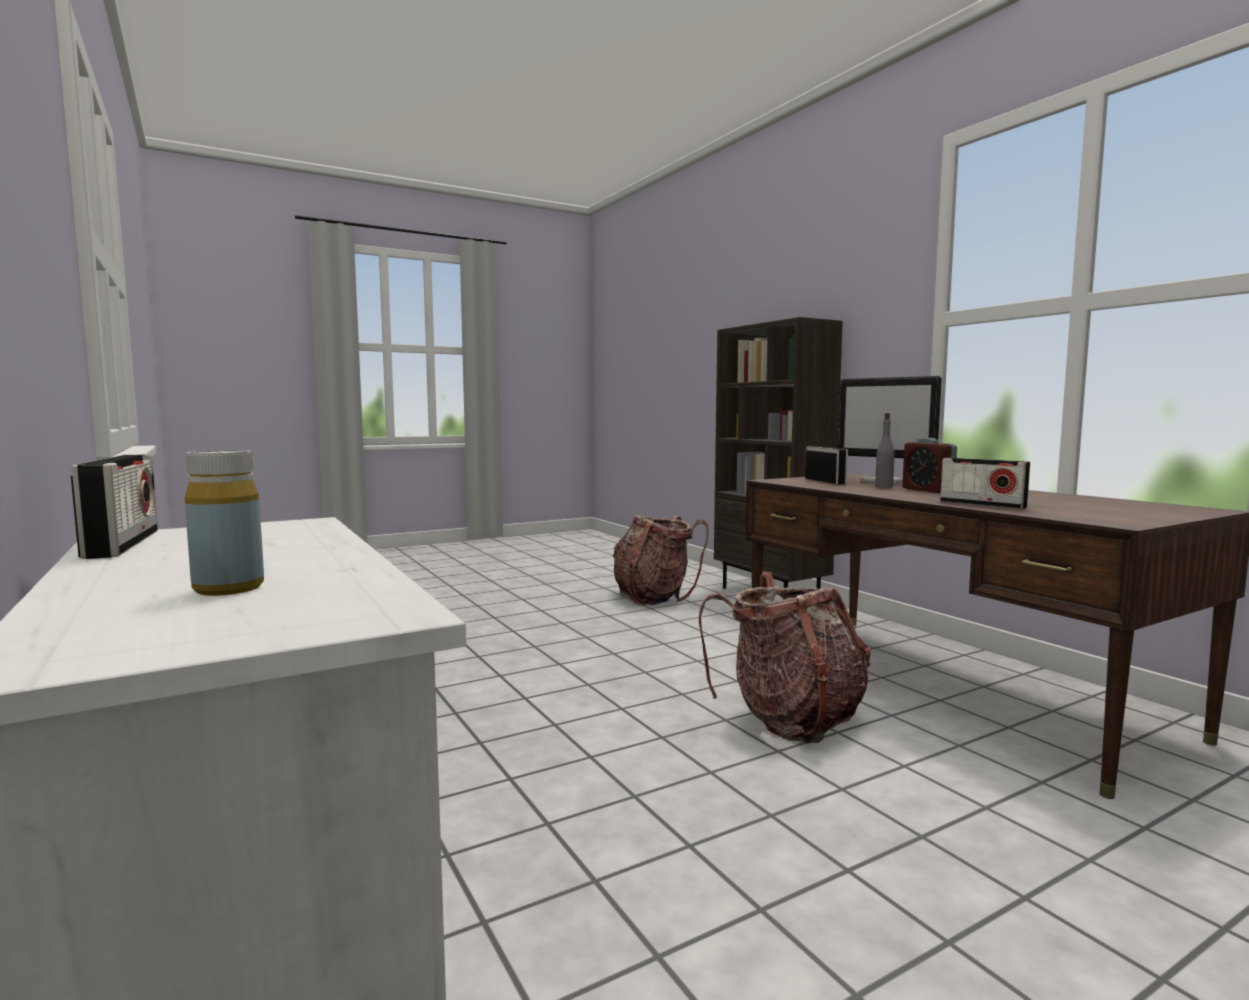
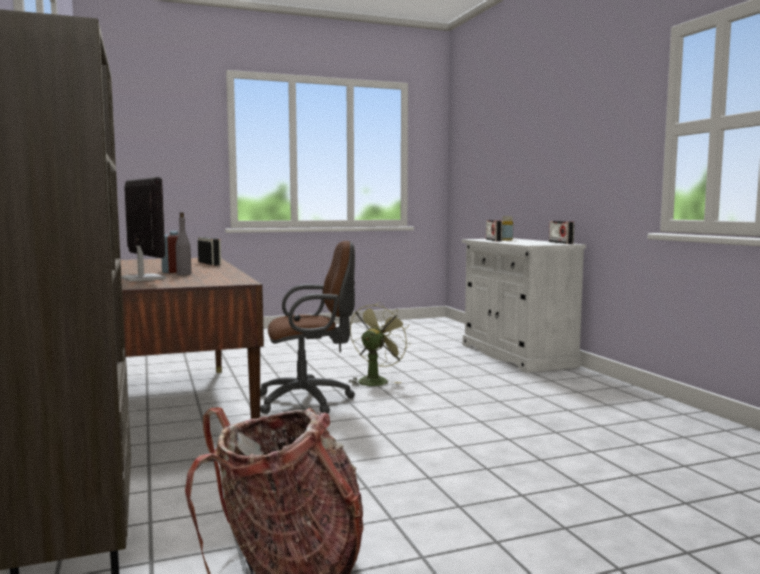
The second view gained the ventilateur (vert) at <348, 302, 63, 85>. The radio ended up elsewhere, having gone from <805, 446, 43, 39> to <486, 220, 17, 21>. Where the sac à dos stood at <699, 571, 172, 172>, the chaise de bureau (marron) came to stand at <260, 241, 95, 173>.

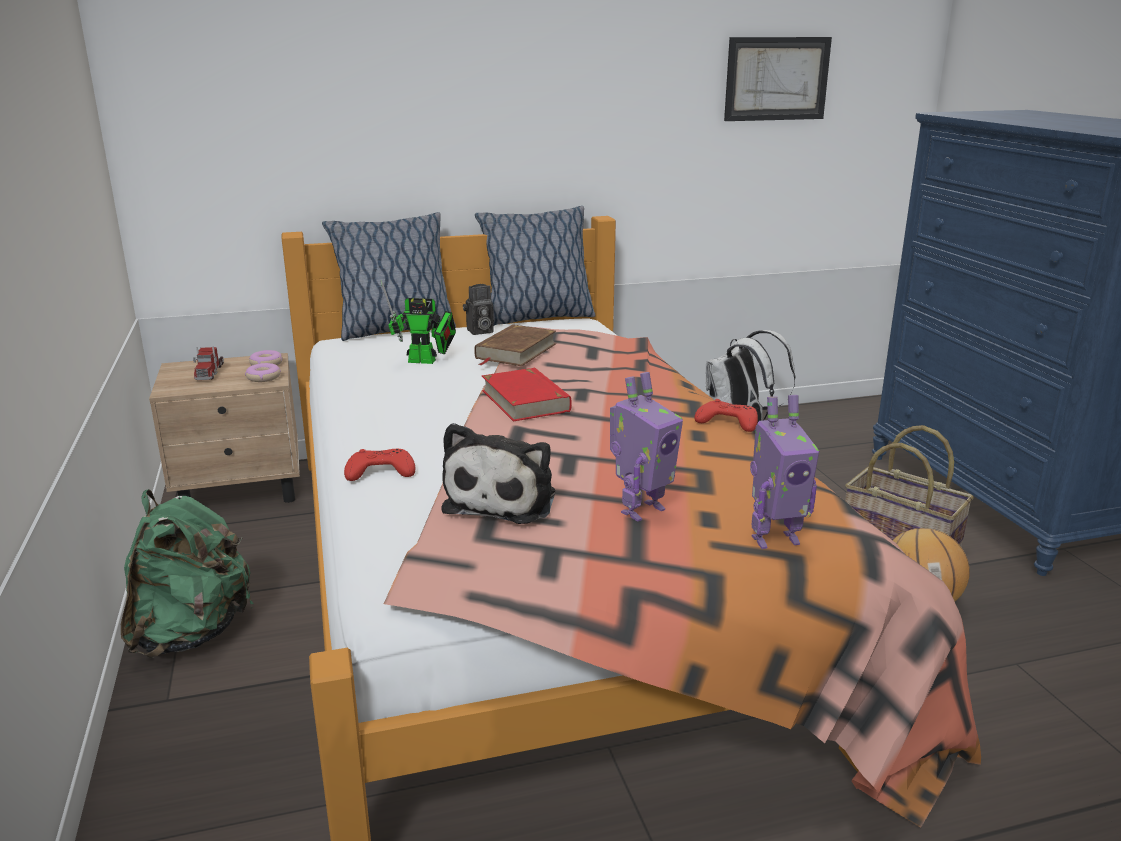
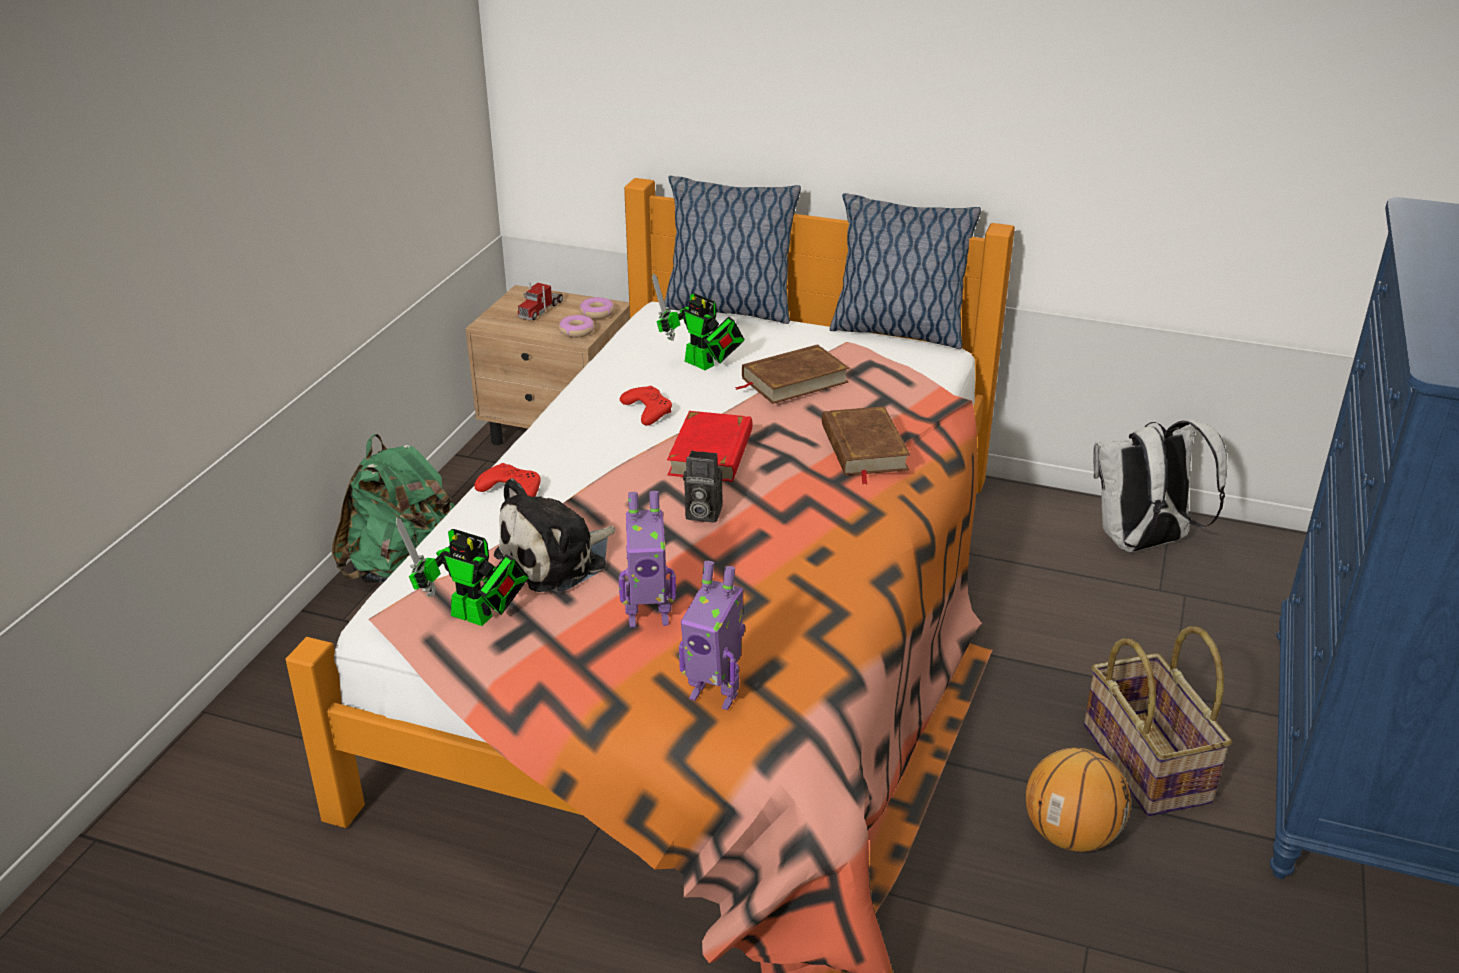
The second view lost the tableau at <724, 37, 108, 84>. The second view gained the robot jouet at <396, 517, 133, 109>. The second view gained the livre (marron) at <822, 406, 88, 78>. The appareil photo ended up elsewhere, having gone from <463, 284, 31, 51> to <683, 451, 40, 72>. The manette (rouge) ended up elsewhere, having gone from <694, 399, 64, 33> to <620, 386, 52, 40>.

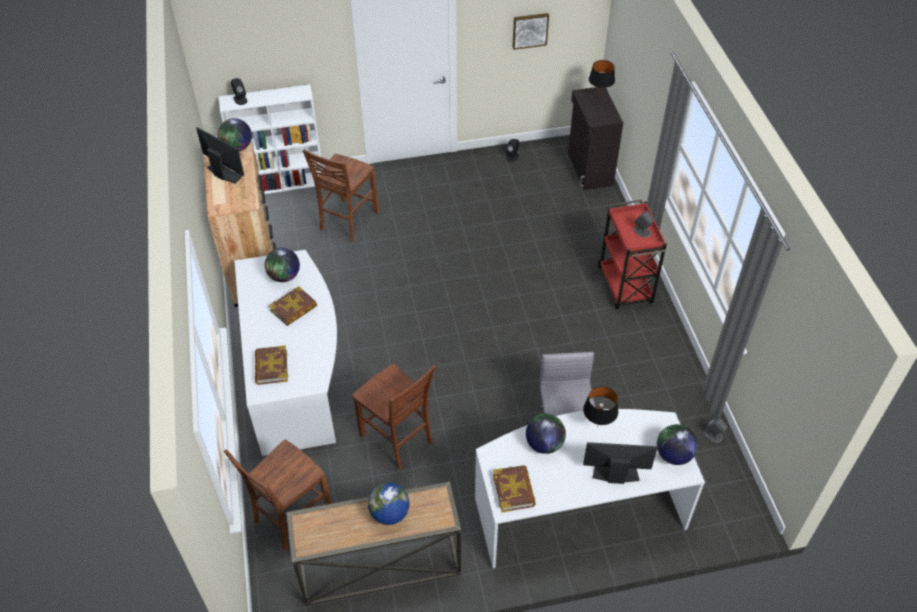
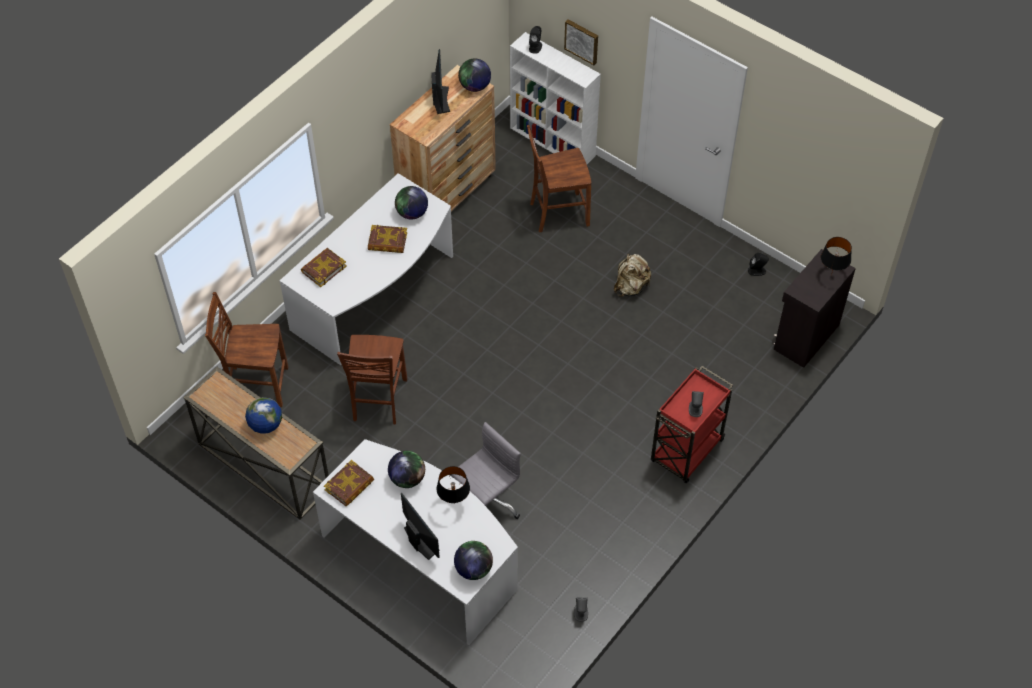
The second view gained the sac à dos (beige) at <614, 254, 37, 43>. The tableau ended up elsewhere, having gone from <512, 13, 37, 37> to <564, 19, 34, 46>.

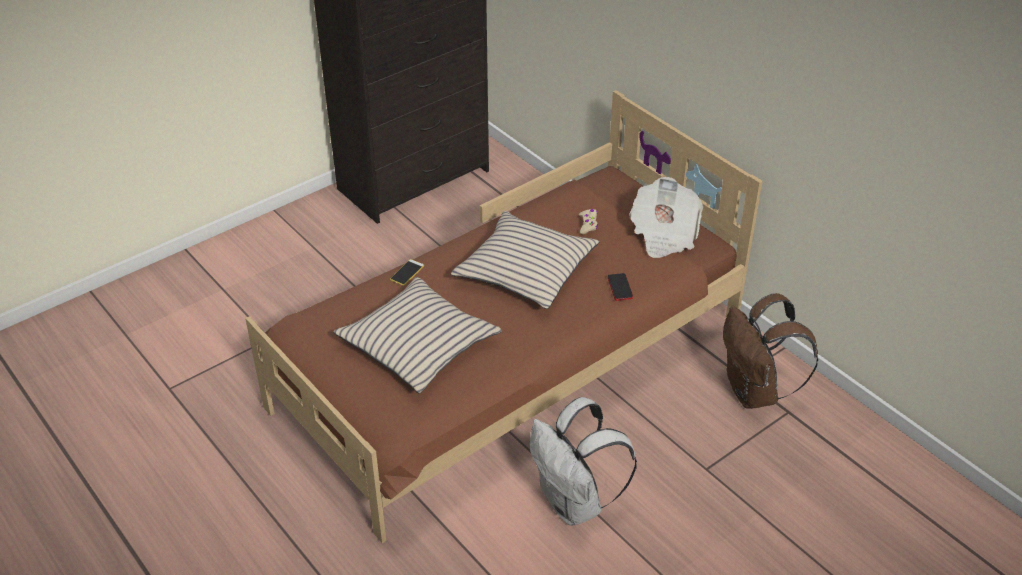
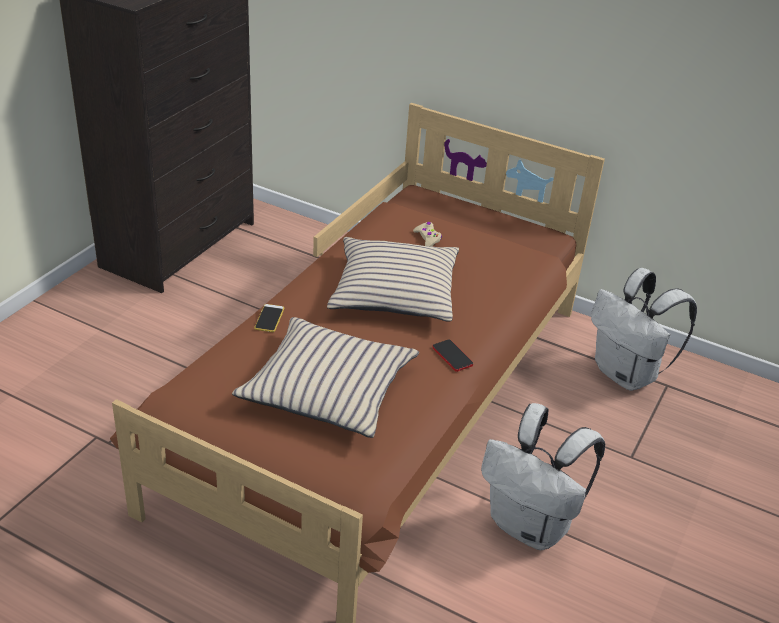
The second view lost the journal at <629, 177, 74, 81>. The téléphone ended up elsewhere, having gone from <608, 273, 25, 28> to <433, 339, 40, 33>. What was the sac à dos (marron) at <723, 293, 95, 116> turned into the sac à dos (blanc) at <591, 268, 106, 123>.

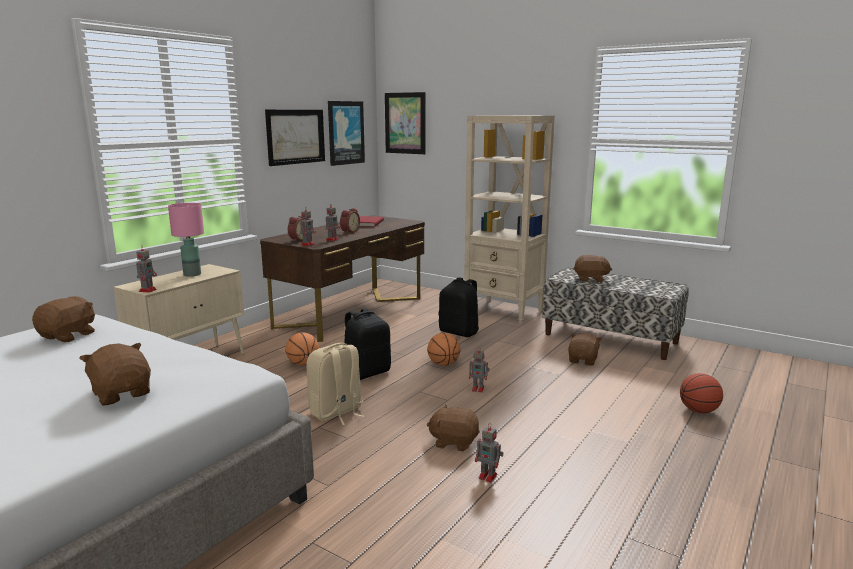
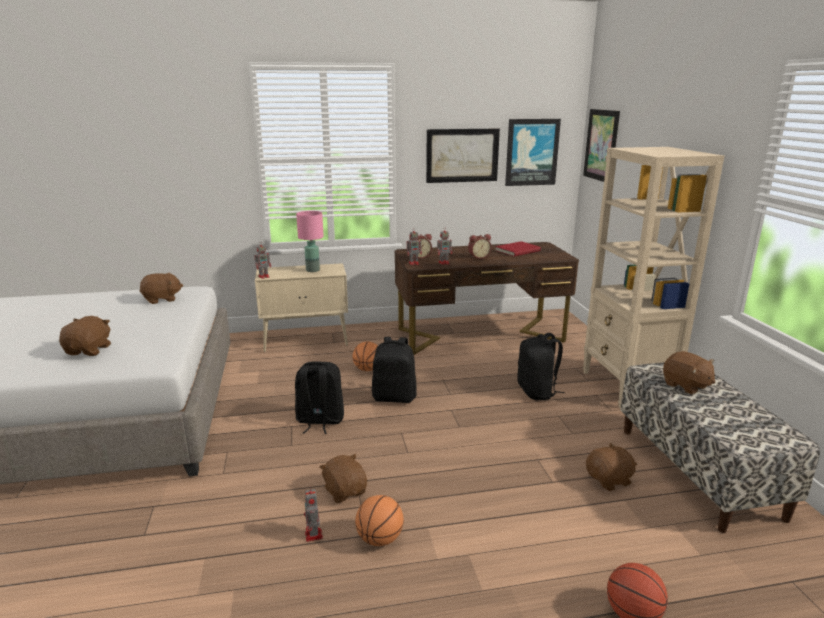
The second view lost the robot jouet at <469, 348, 21, 44>. The ballon de basket ended up elsewhere, having gone from <427, 333, 34, 33> to <355, 495, 49, 51>. What was the sac à dos (beige) at <307, 343, 58, 82> turned into the sac à dos (noir) at <295, 362, 49, 72>.

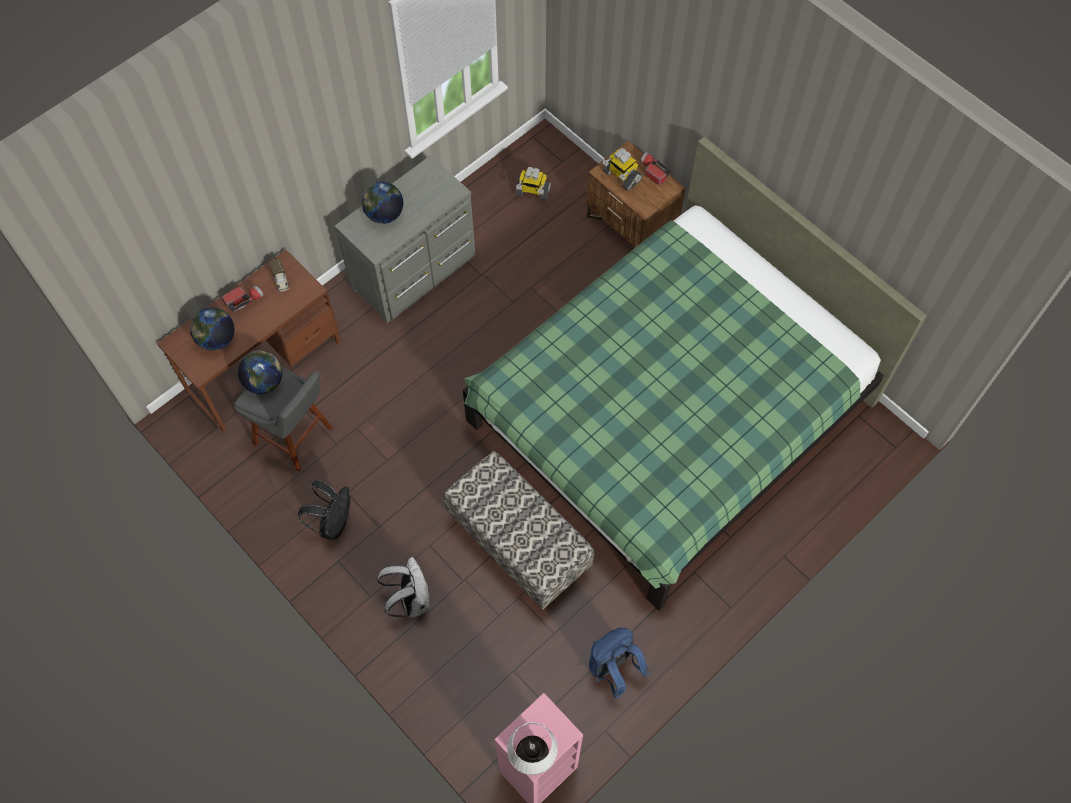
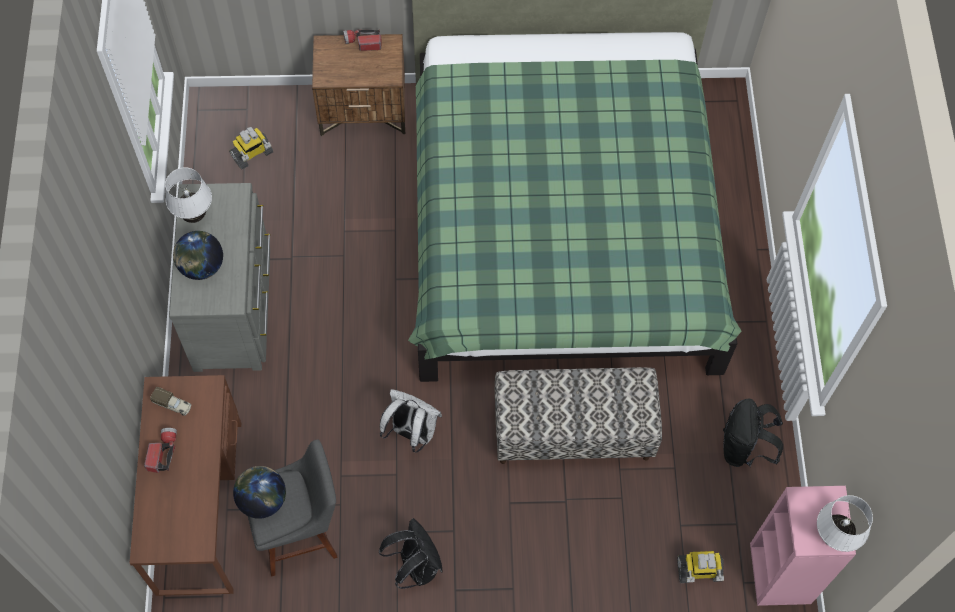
The second view lost the globe at <190, 308, 44, 43>. The second view gained the lampe de table (blanc) at <165, 168, 47, 55>. The sac à dos (blanc) ended up elsewhere, having gone from <377, 557, 52, 60> to <380, 389, 62, 64>. The robot jouet ended up elsewhere, having gone from <602, 148, 41, 43> to <677, 551, 47, 32>. What was the sac à dos (bleu) at <589, 627, 61, 72> turned into the sac à dos (noir) at <723, 398, 60, 69>.

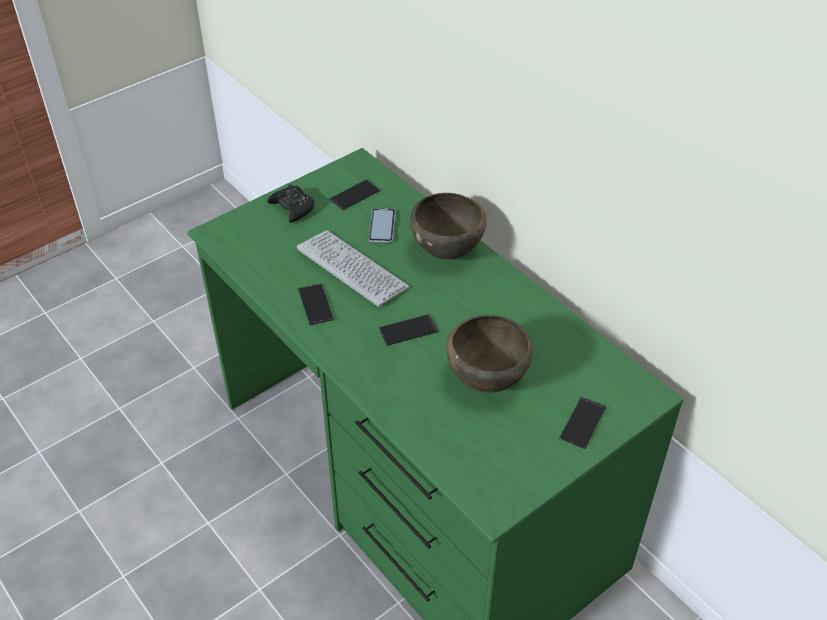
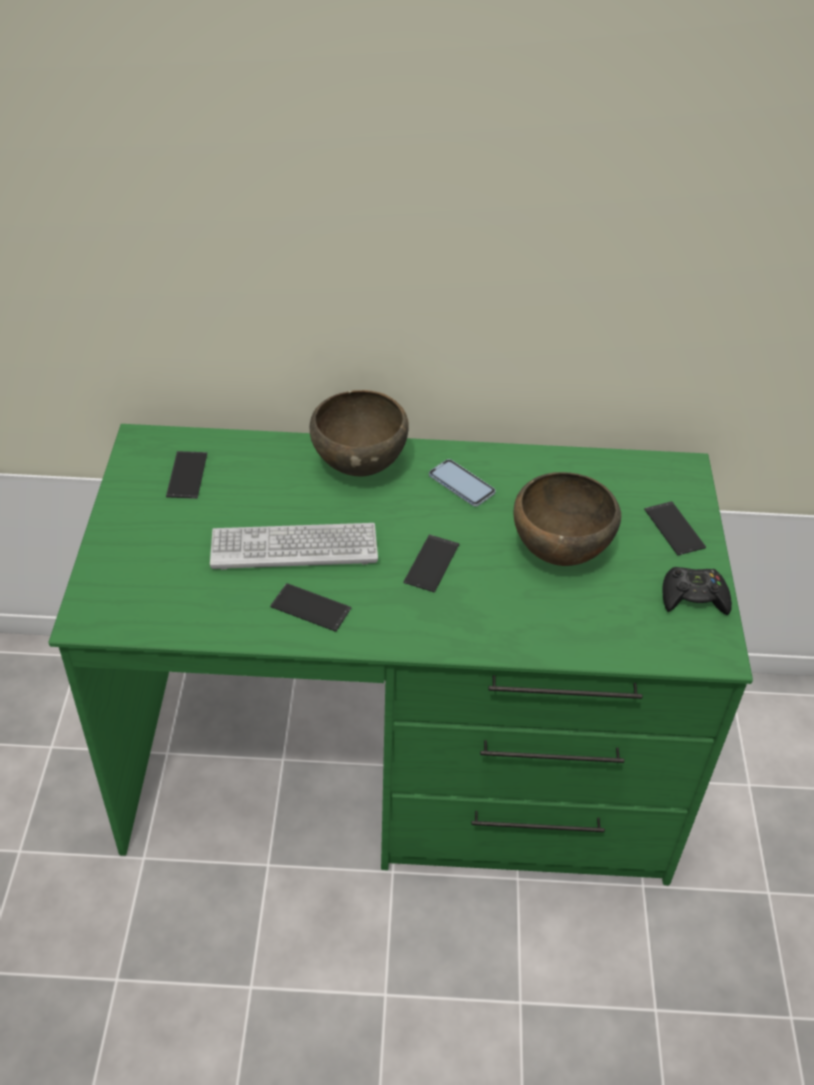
The manette (noir) ended up elsewhere, having gone from <267, 184, 47, 39> to <662, 567, 70, 48>. The téléphone ended up elsewhere, having gone from <369, 208, 27, 35> to <429, 459, 67, 48>.

